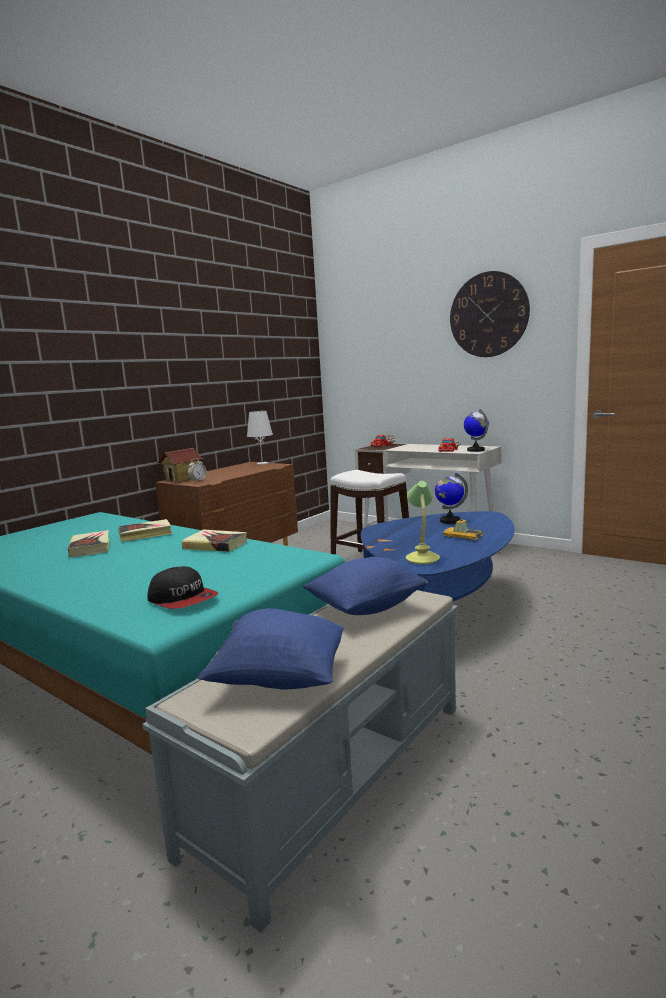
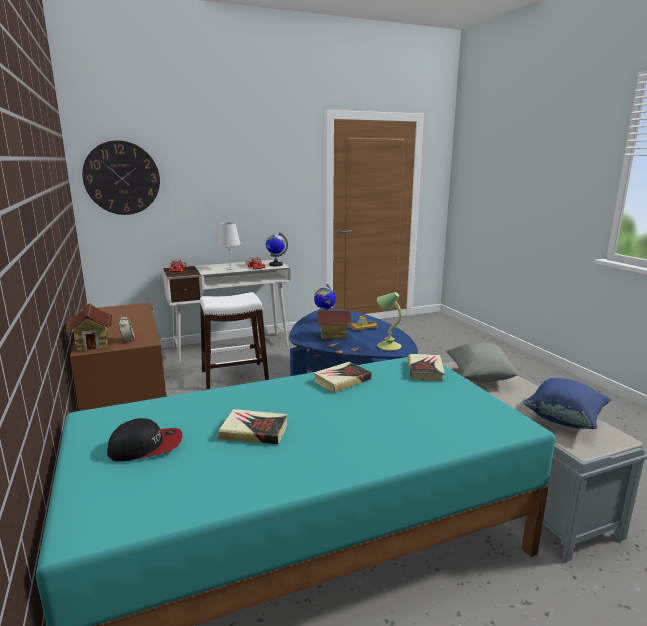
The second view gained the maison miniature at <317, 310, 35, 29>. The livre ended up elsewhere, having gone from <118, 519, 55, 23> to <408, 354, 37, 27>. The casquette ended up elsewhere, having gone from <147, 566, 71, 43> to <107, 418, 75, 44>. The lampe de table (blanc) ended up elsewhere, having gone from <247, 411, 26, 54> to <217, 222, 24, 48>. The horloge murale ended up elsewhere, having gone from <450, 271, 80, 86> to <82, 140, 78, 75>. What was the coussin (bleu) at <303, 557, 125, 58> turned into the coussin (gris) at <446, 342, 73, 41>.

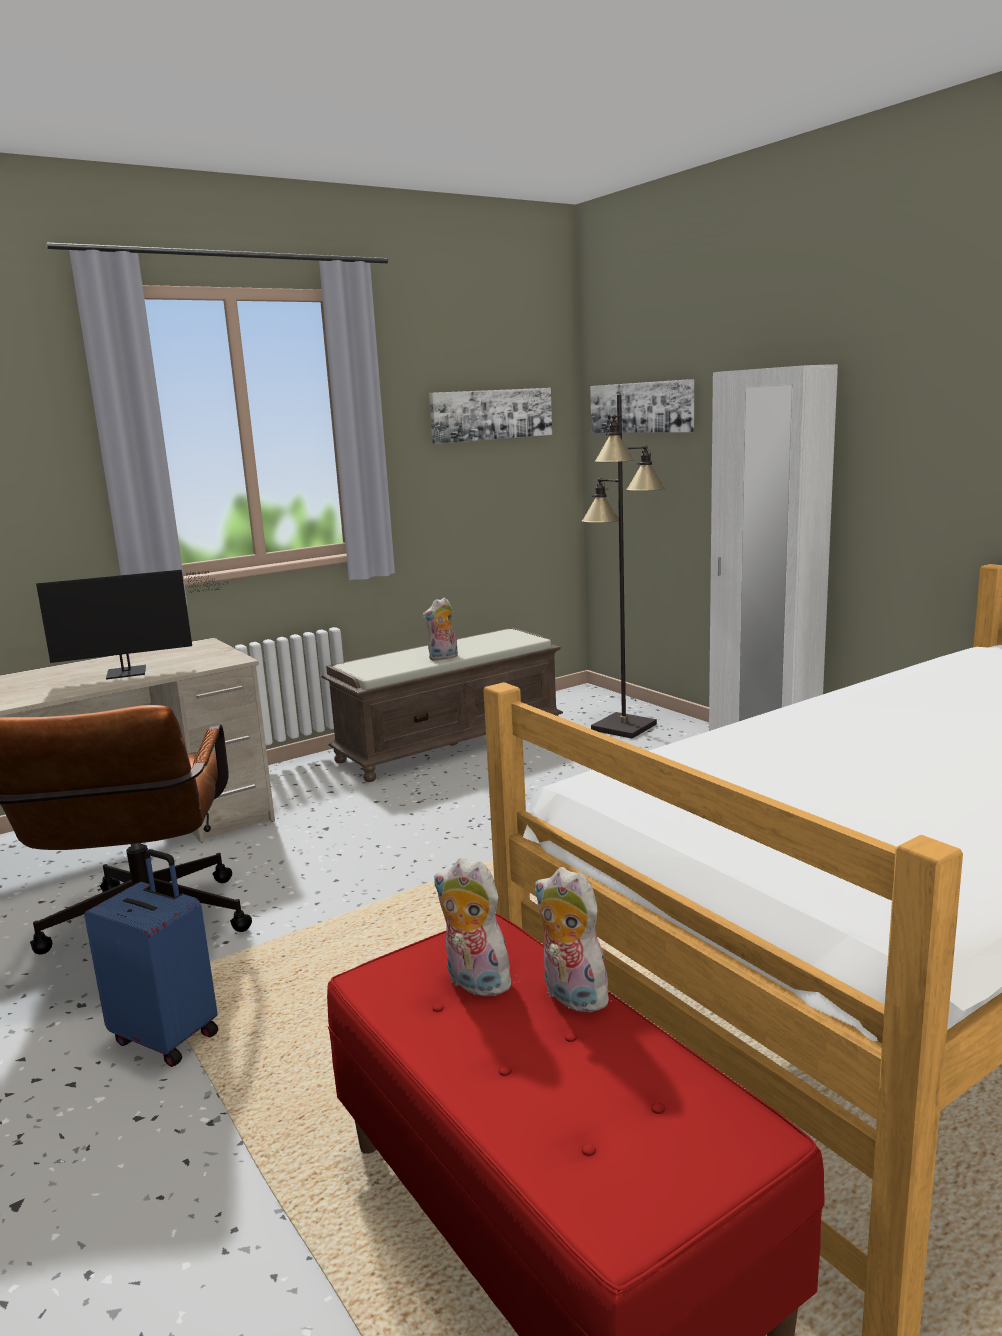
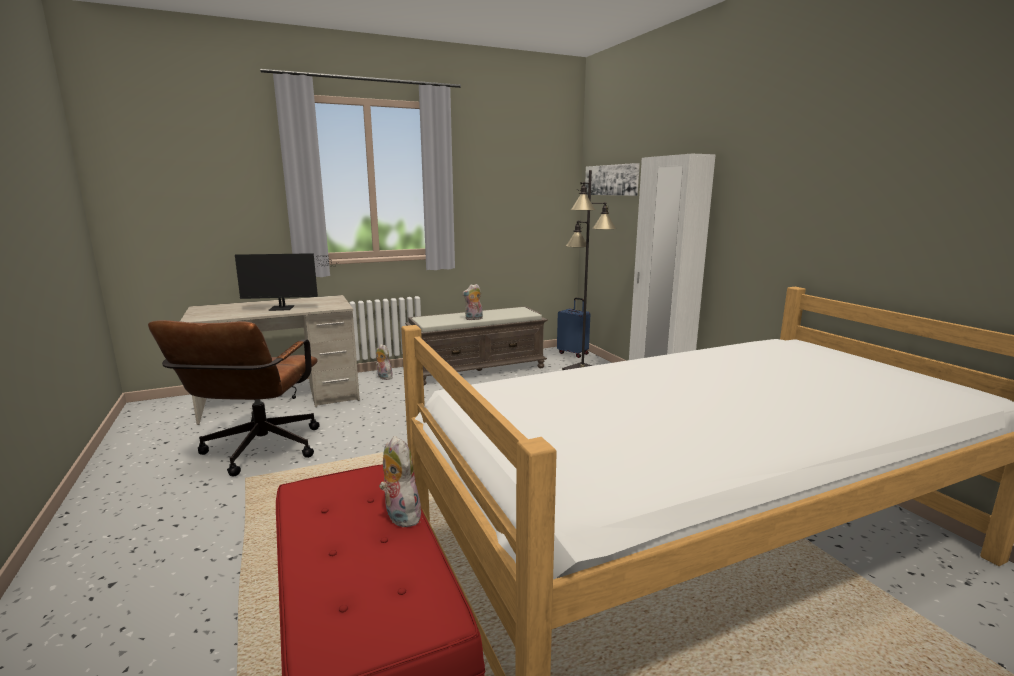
The second view lost the tableau at <429, 388, 123, 56>. The valise (bleu) ended up elsewhere, having gone from <84, 849, 134, 218> to <557, 298, 33, 60>. The peluche ended up elsewhere, having gone from <434, 858, 80, 138> to <376, 344, 17, 36>.

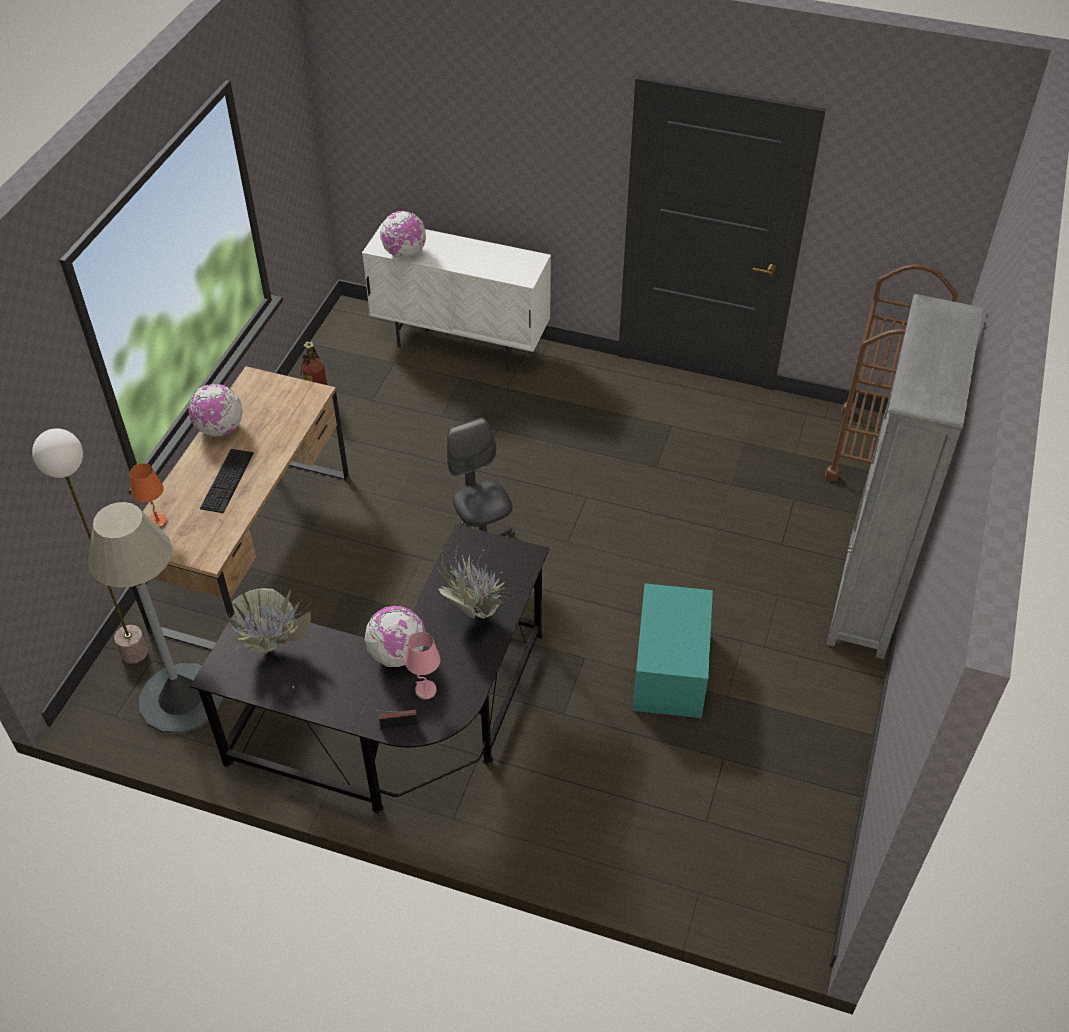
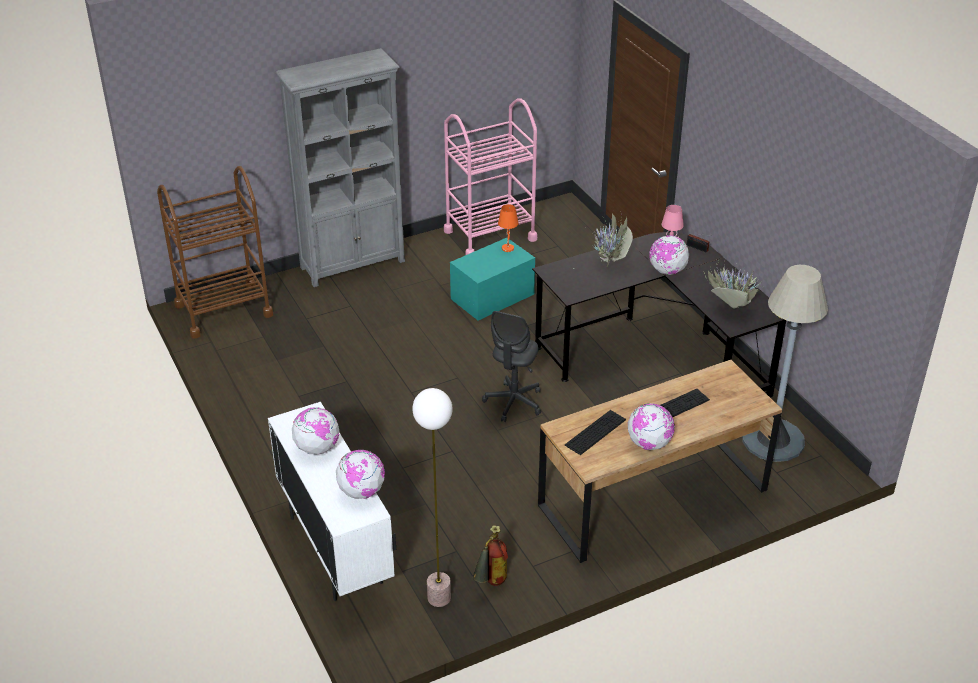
The second view gained the globe at <292, 407, 47, 47>. The second view gained the chariot (rose) at <444, 98, 93, 157>. The second view gained the clavier at <565, 410, 61, 45>. The lampadaire ended up elsewhere, having gone from <32, 428, 116, 236> to <412, 388, 41, 219>. The lampe de table (orange) ended up elsewhere, having gone from <130, 463, 37, 65> to <498, 204, 21, 48>.

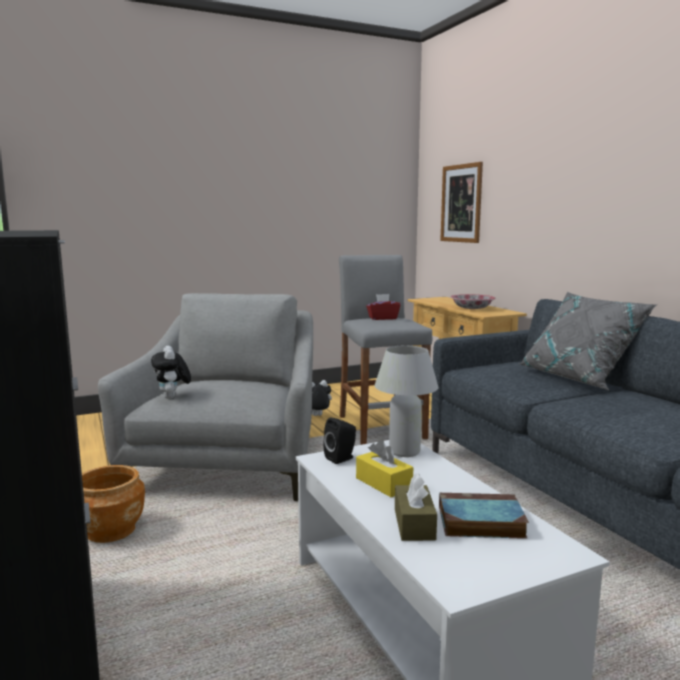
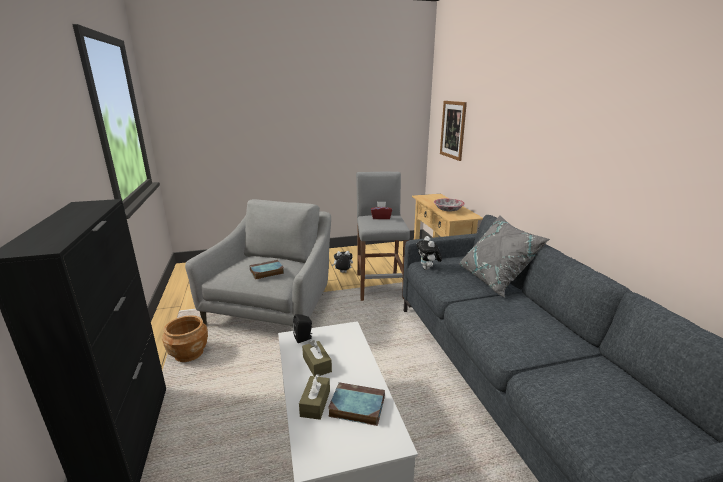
The second view lost the lampe de table (blanc) at <374, 346, 64, 111>. The second view gained the livre at <249, 260, 35, 20>. The peluche ended up elsewhere, having gone from <151, 346, 40, 53> to <416, 236, 26, 34>. What was the boîte à mouchoirs (jaune) at <356, 440, 57, 57> turned into the boîte à mouchoirs (marron) at <302, 340, 30, 36>.

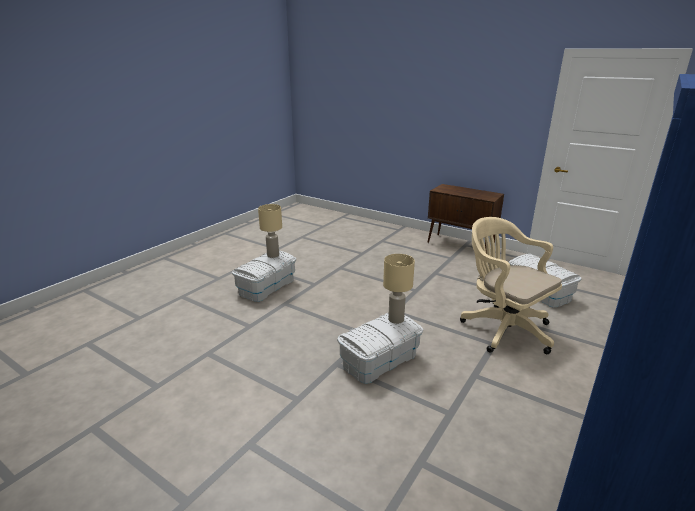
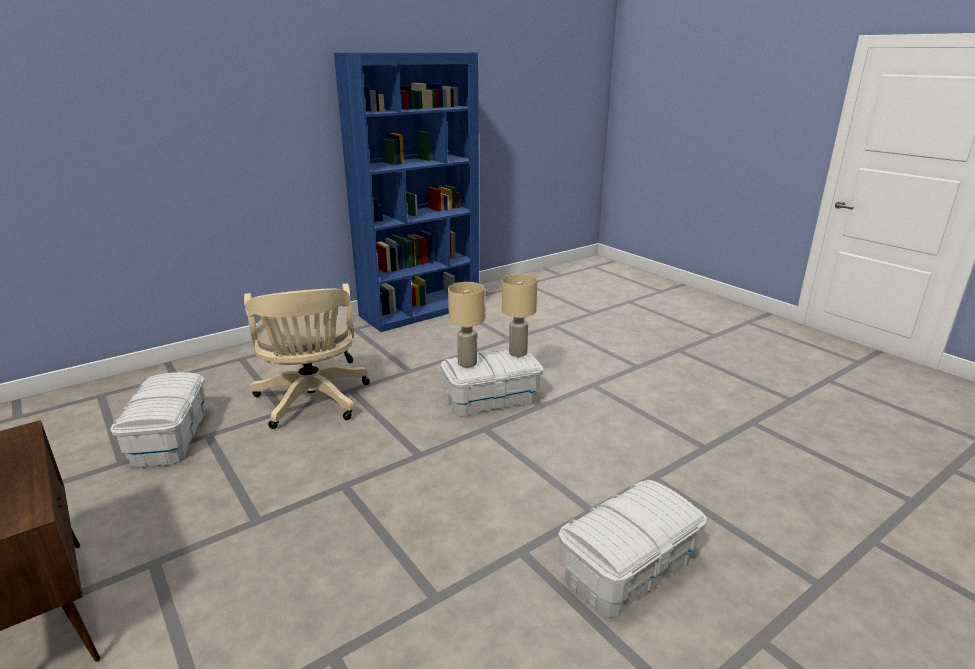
The lampe de table (beige) ended up elsewhere, having gone from <258, 204, 24, 54> to <502, 274, 35, 83>.

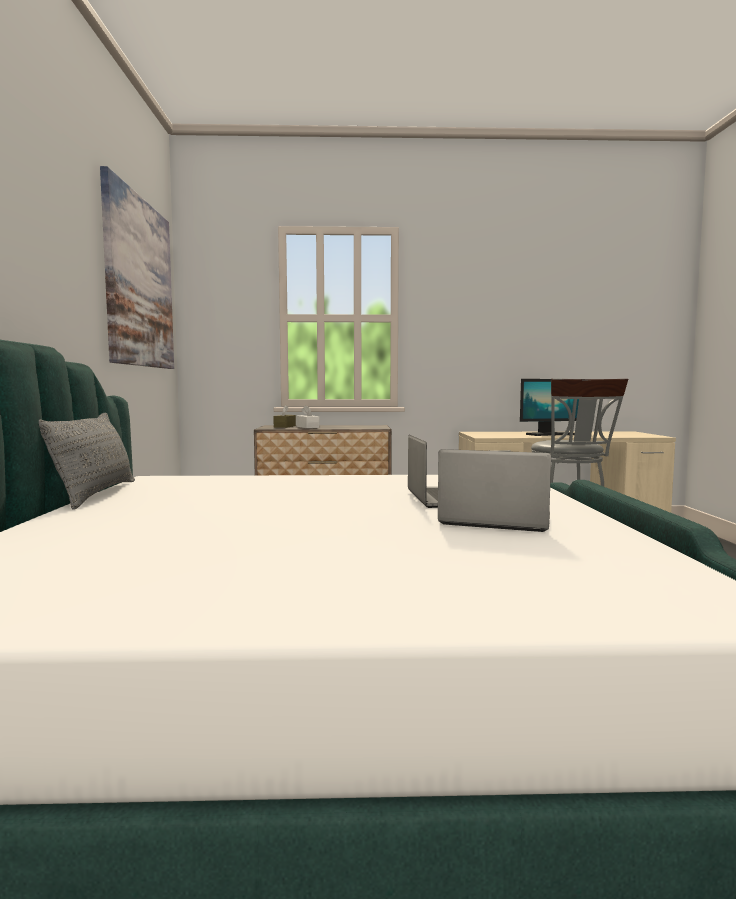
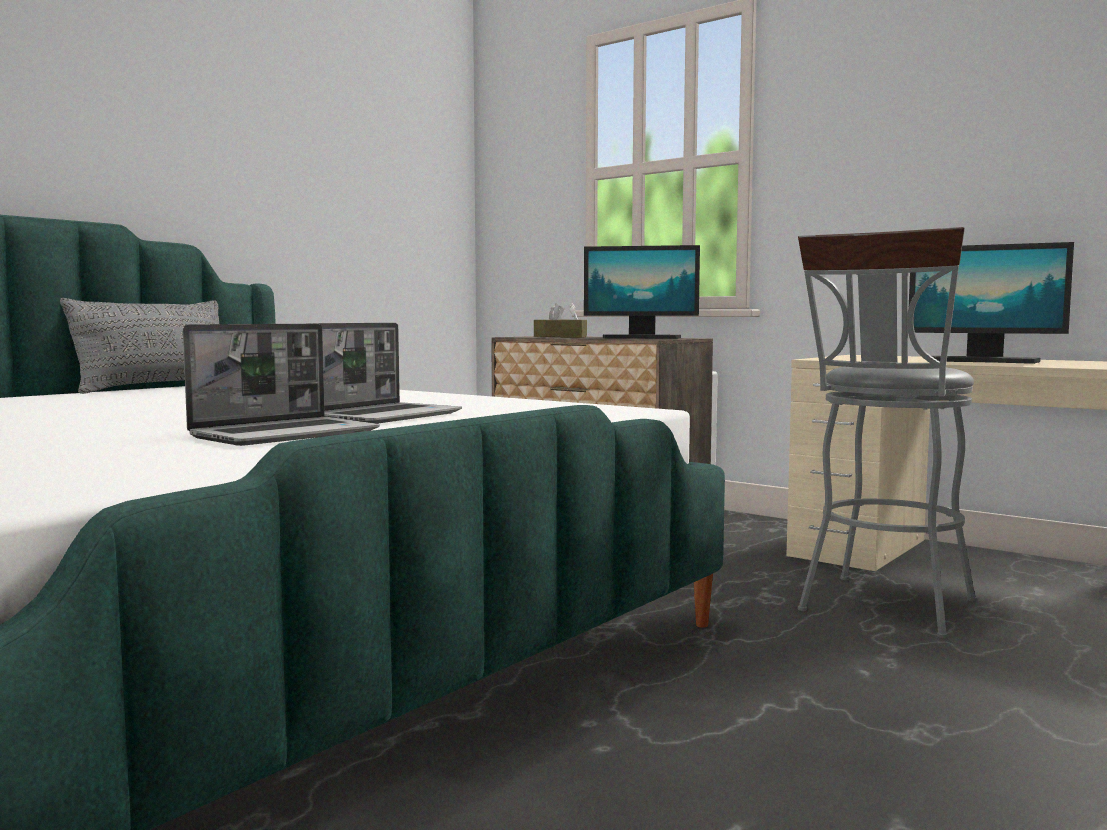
The second view lost the tableau at <100, 166, 74, 203>. The second view gained the écran d'ordinateur at <584, 245, 116, 94>. What was the boîte à mouchoirs (blanc) at <296, 405, 24, 23> turned into the boîte à mouchoirs (marron) at <560, 303, 27, 35>. The ordinateur portable at <438, 449, 113, 83> ended up facing another way, 75 degrees clockwise from before.

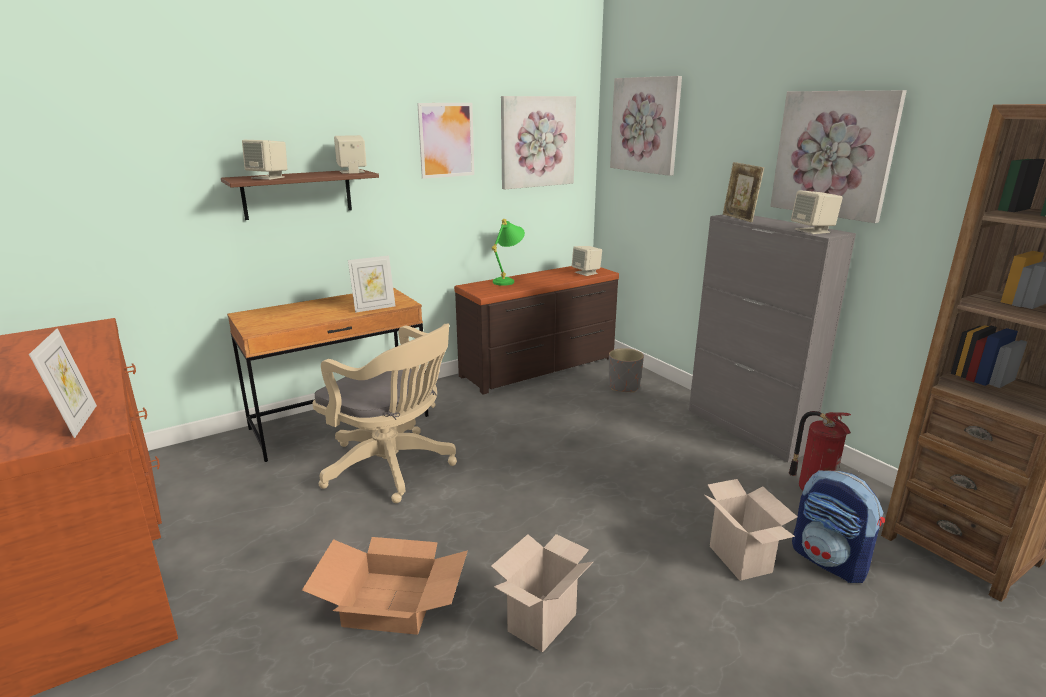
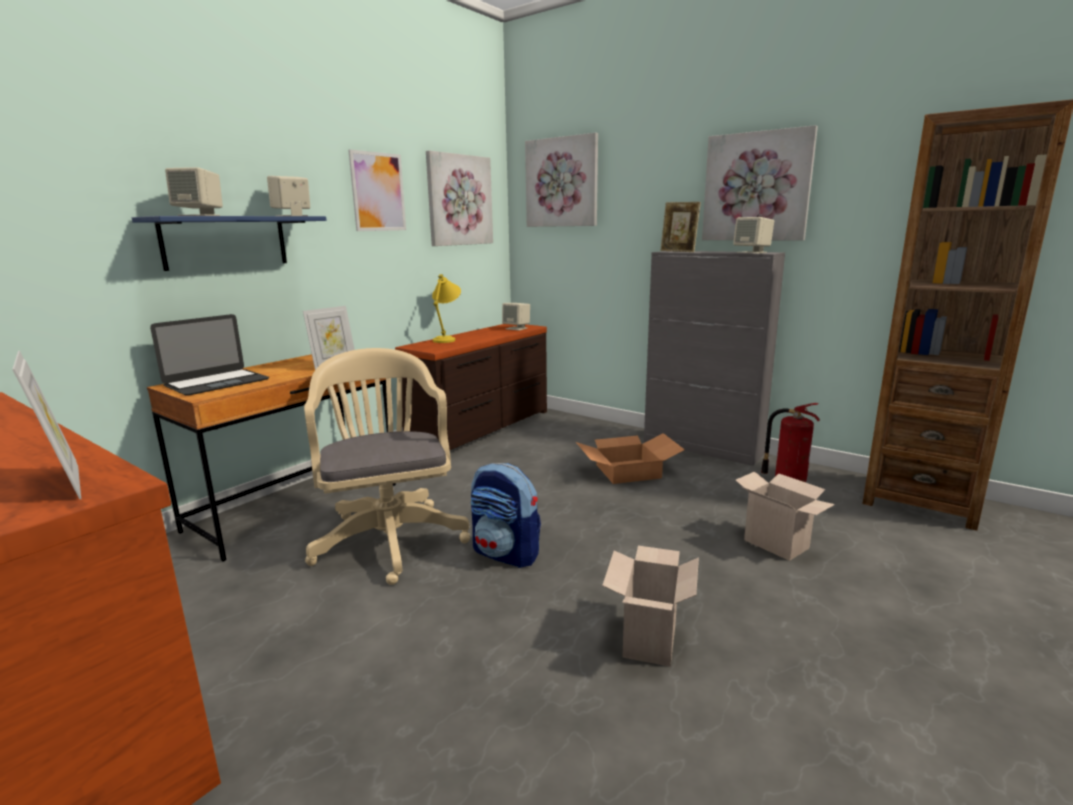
The second view lost the cache-pot (gris) at <609, 348, 35, 45>. The second view gained the ordinateur portable at <150, 314, 119, 82>. The carton ended up elsewhere, having gone from <302, 537, 166, 98> to <576, 433, 109, 51>. The sac à dos ended up elsewhere, having gone from <792, 470, 93, 113> to <471, 463, 70, 105>. What was the étagère (marron) at <221, 169, 158, 51> turned into the étagère (bleu) at <132, 216, 194, 55>. What was the lampe de table (vert) at <492, 219, 33, 67> turned into the lampe de table (jaune) at <432, 274, 29, 69>. The chaise de bureau (beige) at <312, 324, 145, 179> ended up facing another way, 120 degrees counterclockwise from before.

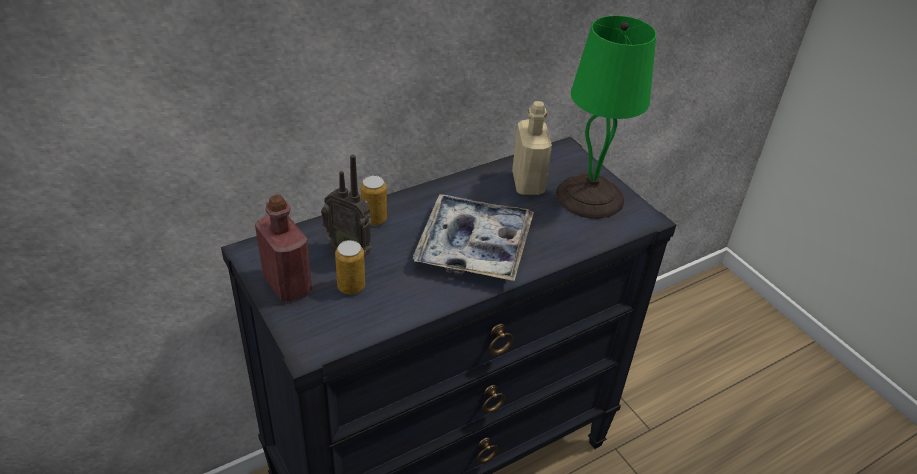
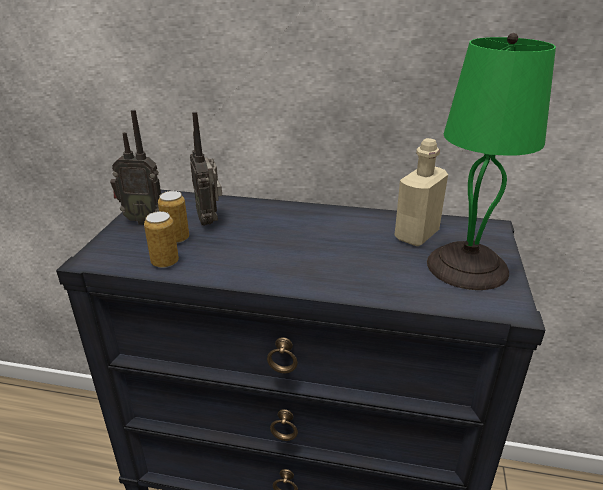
The second view lost the plateau at <412, 194, 122, 87>. The boîte métallique ended up elsewhere, having gone from <361, 175, 26, 51> to <144, 211, 35, 57>. Where the bouteille (rouge) stood at <255, 194, 57, 108>, the radio came to stand at <110, 110, 51, 115>.

